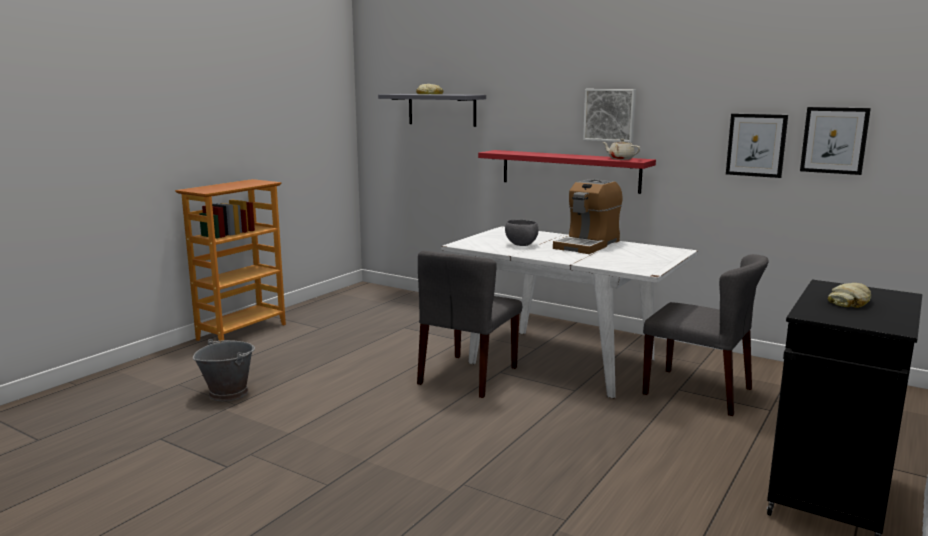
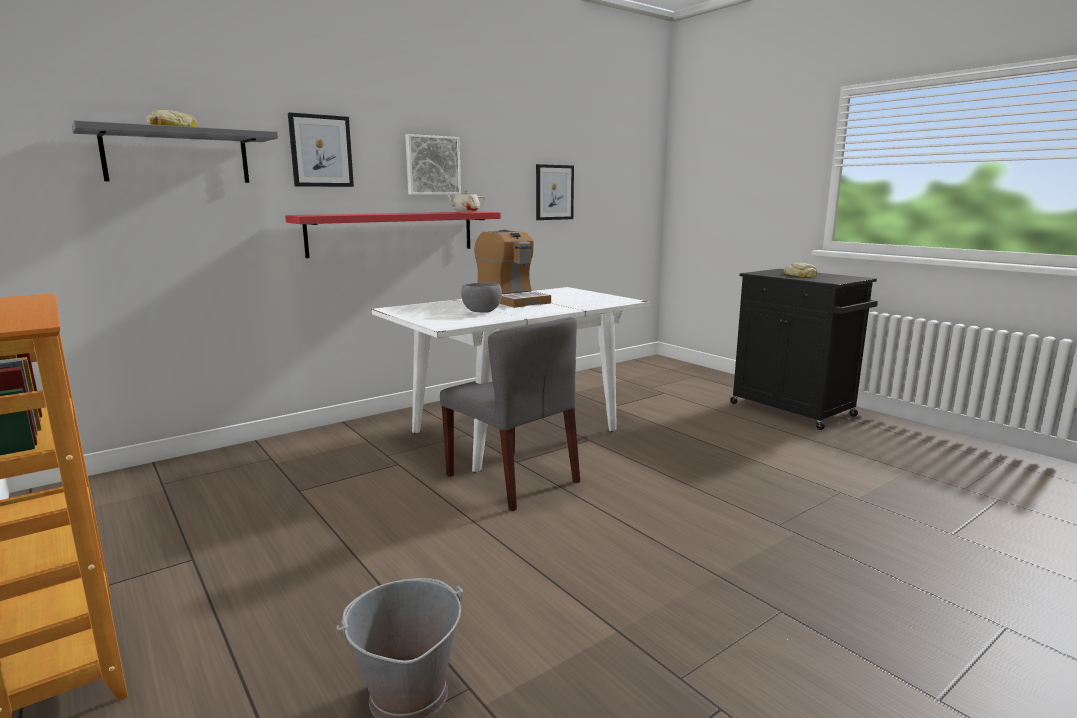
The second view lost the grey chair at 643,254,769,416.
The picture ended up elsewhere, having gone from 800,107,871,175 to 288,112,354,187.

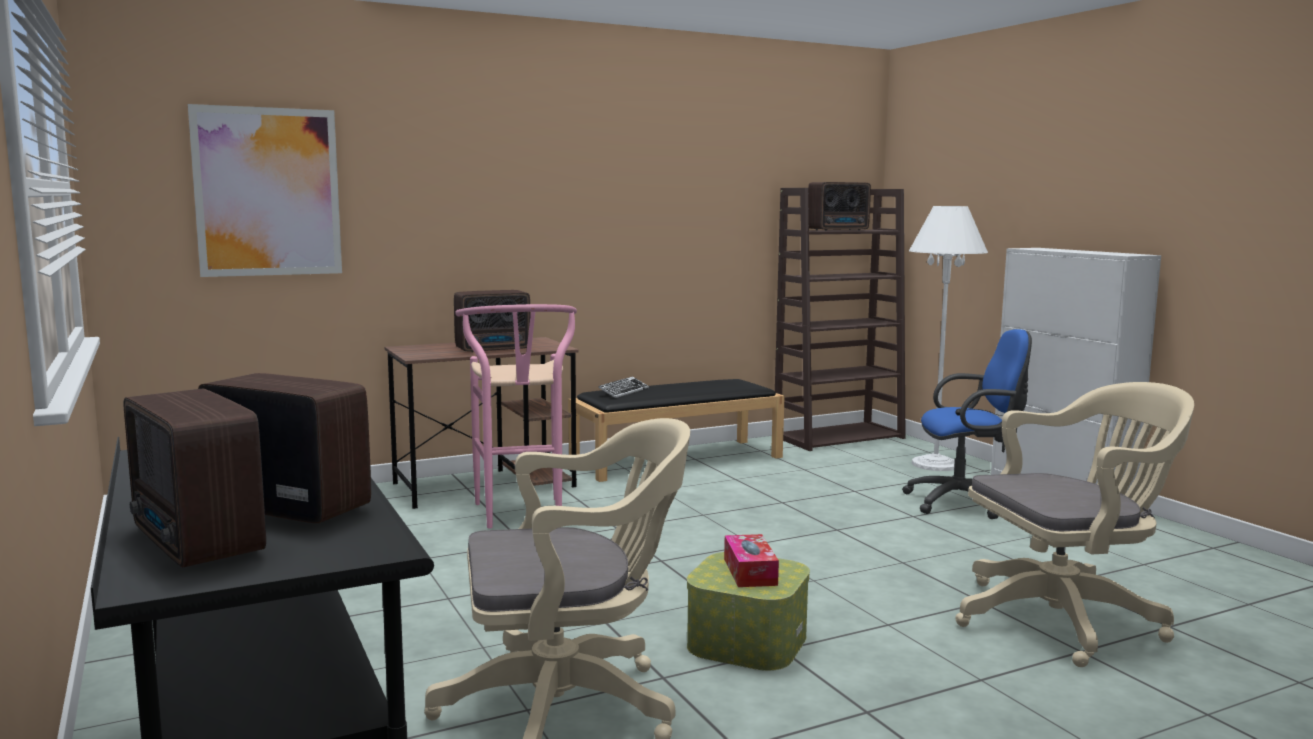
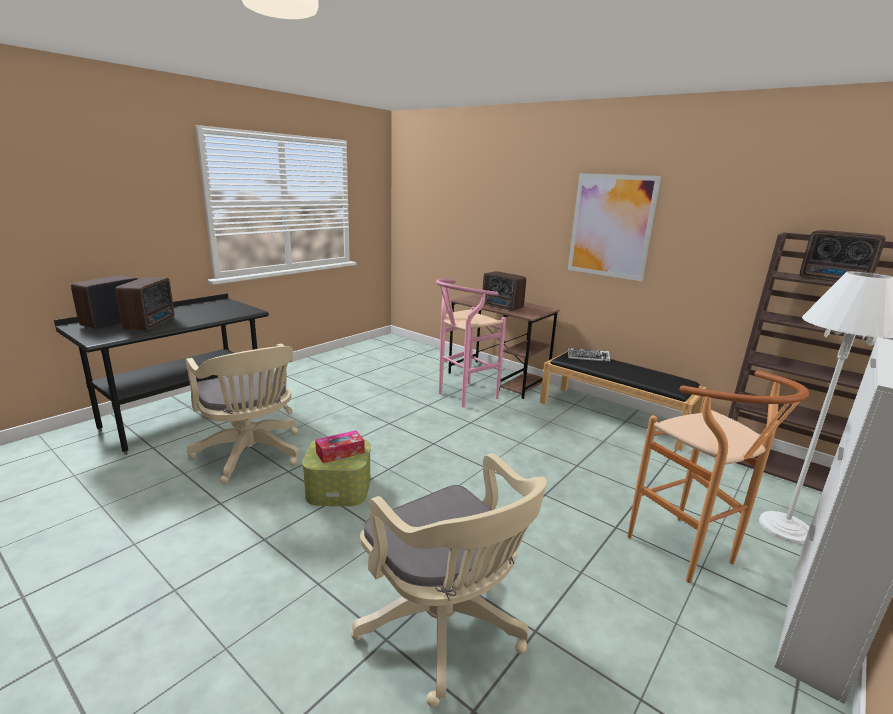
The picture ended up elsewhere, having gone from 188,104,342,277 to 568,173,661,281.
Where the blue office chair stood at 902,329,1032,519, the brown stool came to stand at 627,371,809,583.

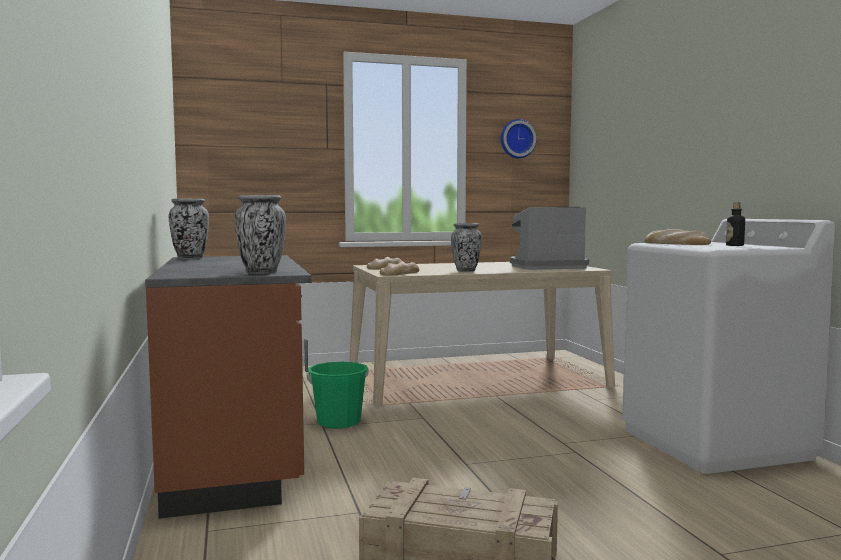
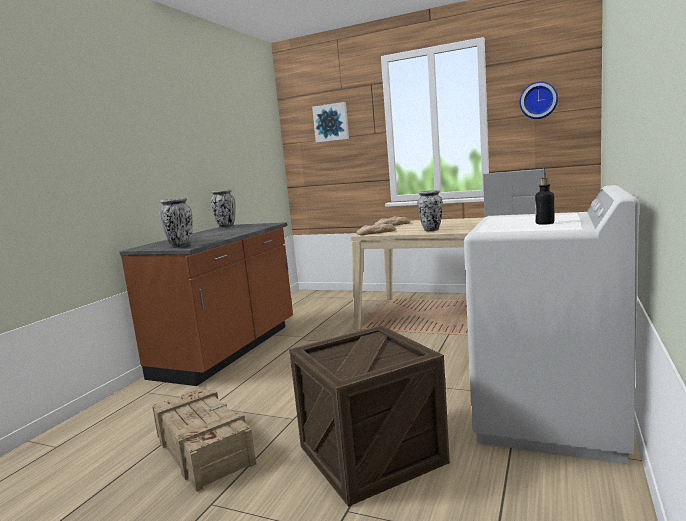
The second view lost the green bucket at 307,362,369,429.
The second view lost the bread at 644,229,711,245.
The second view gained the crate at 289,325,450,507.
The second view gained the picture at 312,102,349,143.

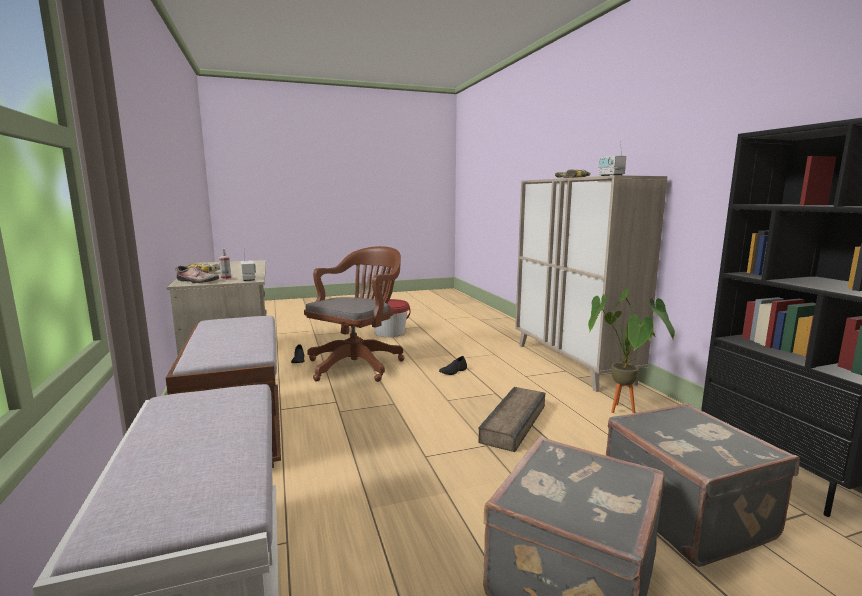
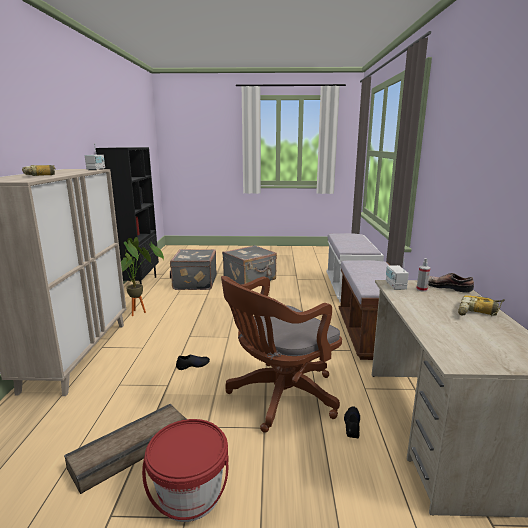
The crate ended up elsewhere, having gone from 479,387,546,452 to 64,404,186,494.

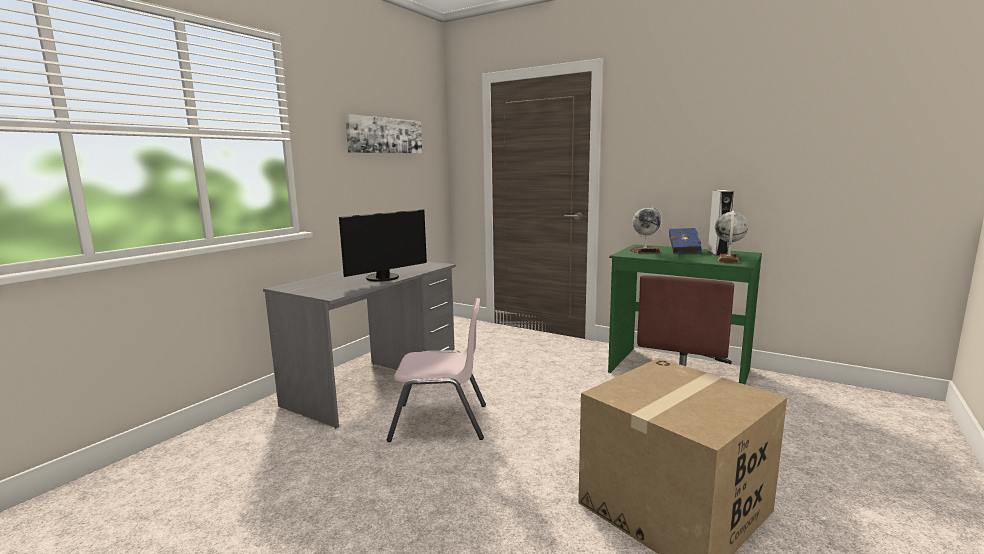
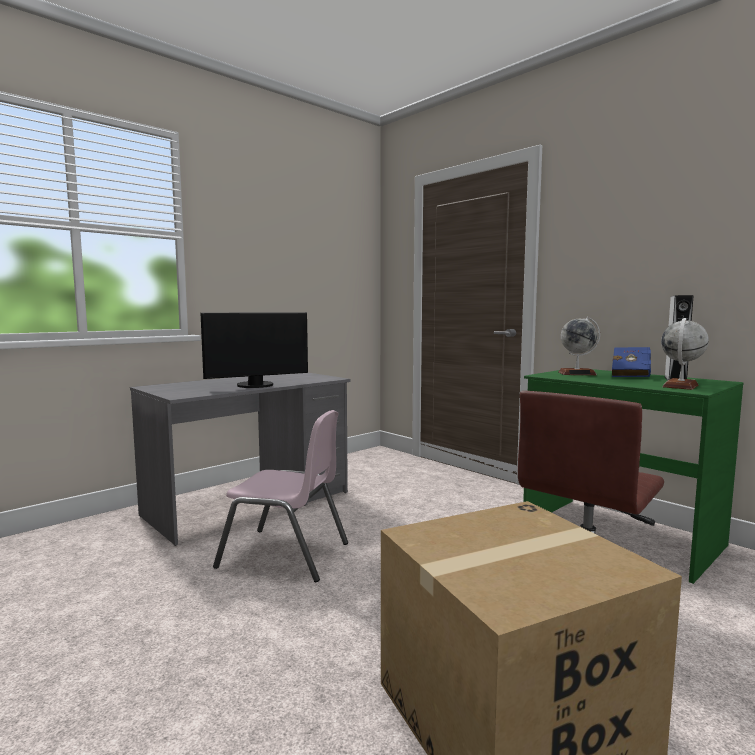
The second view lost the picture at 345,114,422,154.

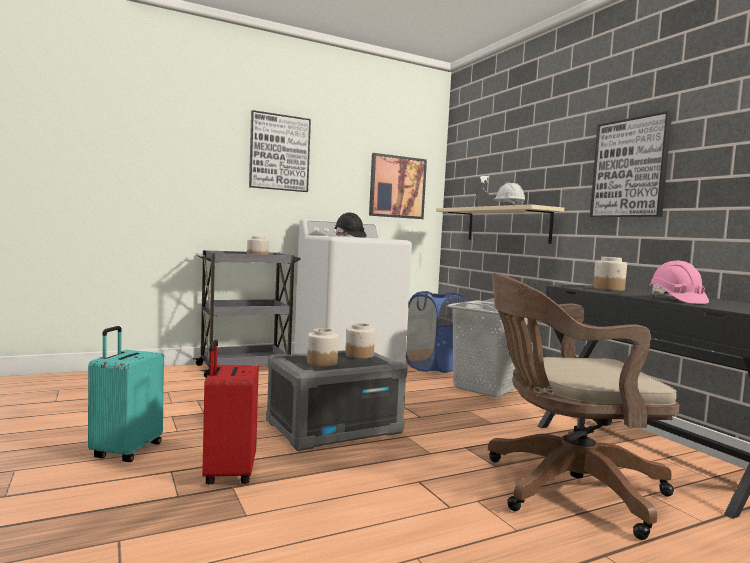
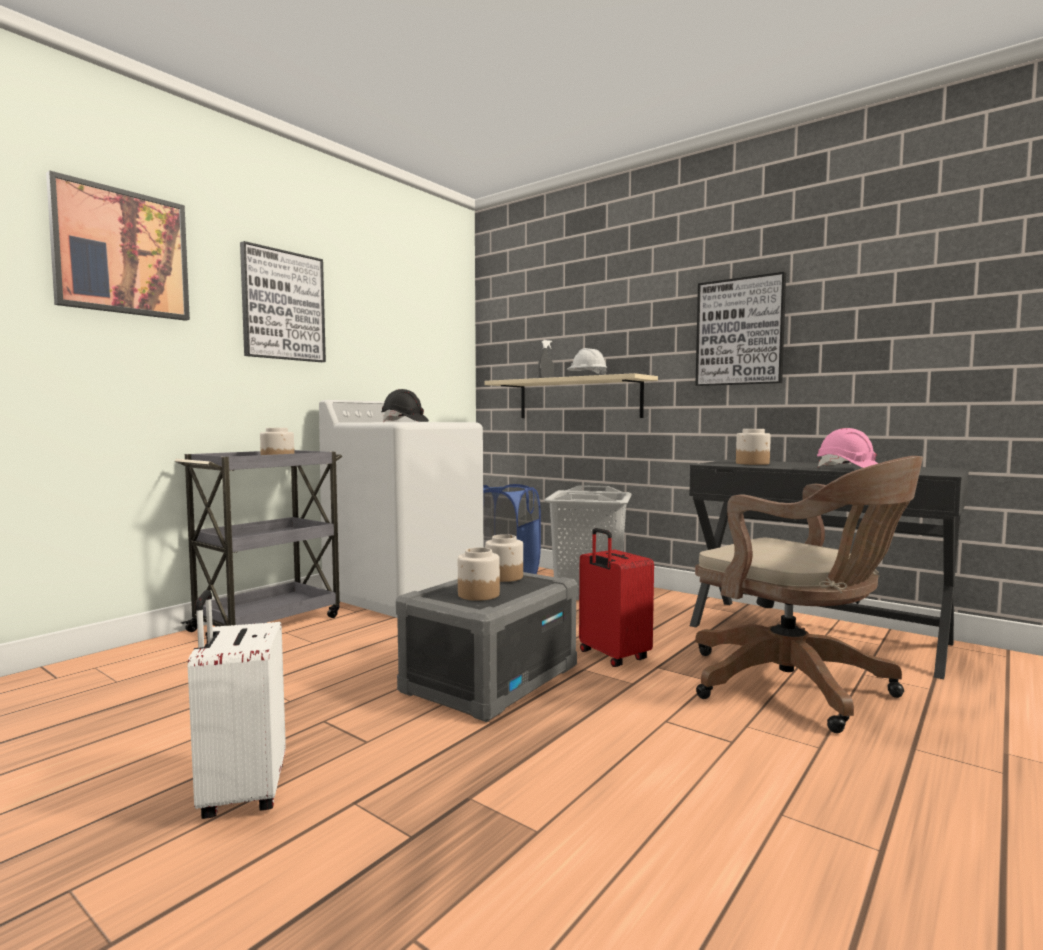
What was the turquoise suitcase at 88,326,164,462 turned into the white suitcase at 188,590,286,819.
The red suitcase ended up elsewhere, having gone from 202,340,259,484 to 579,528,654,667.
The picture ended up elsewhere, having gone from 369,153,427,219 to 46,170,190,321.
The brown office chair at 488,273,679,540 ended up facing another way, 105 degrees counterclockwise from before.

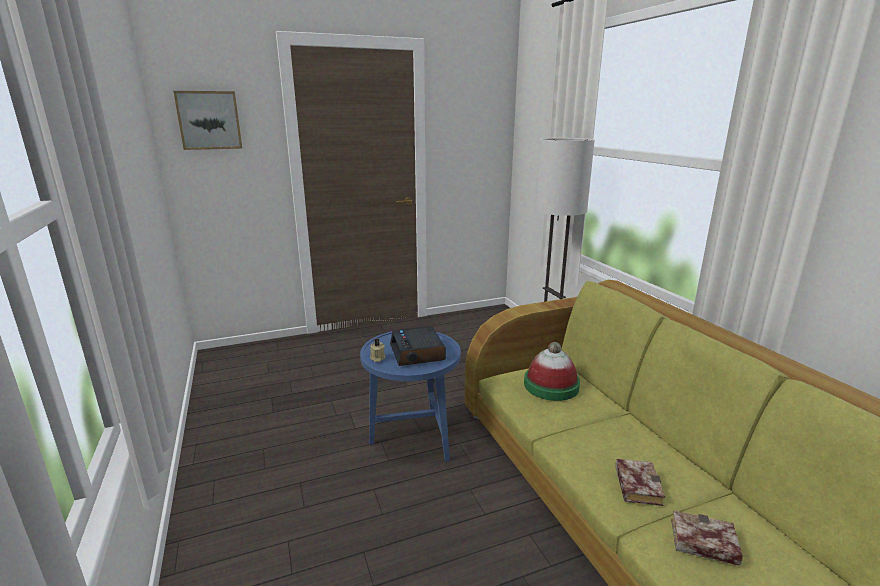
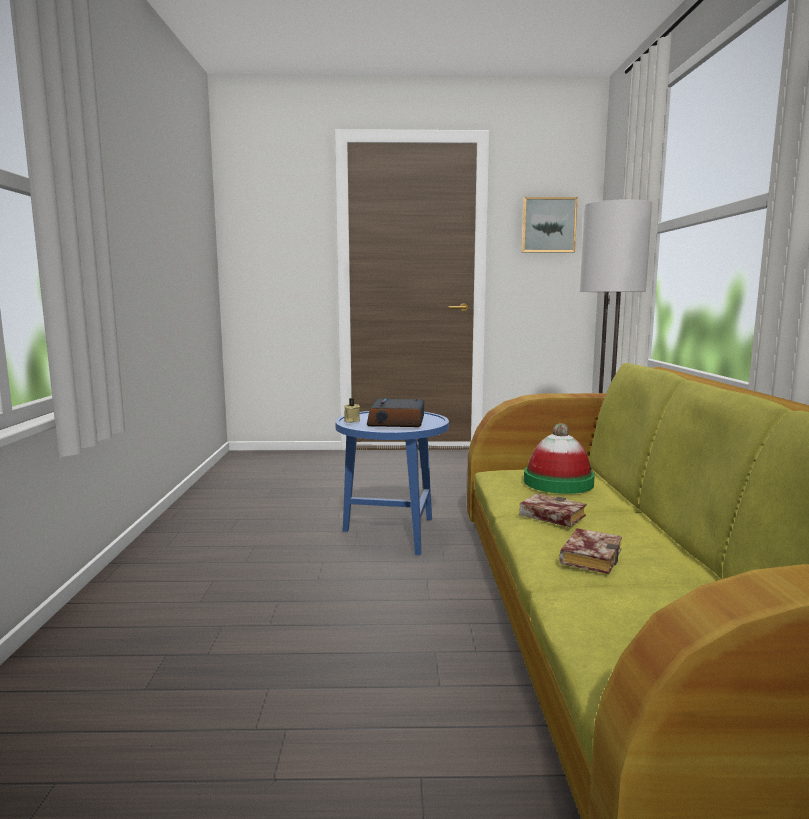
The picture ended up elsewhere, having gone from 173,91,242,150 to 521,197,578,253.
The book ended up elsewhere, having gone from 671,510,743,566 to 519,493,586,527.

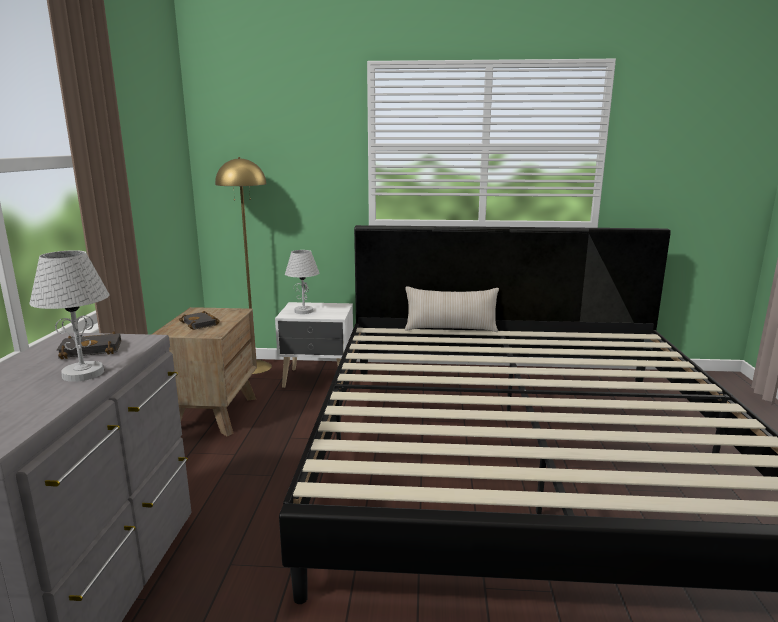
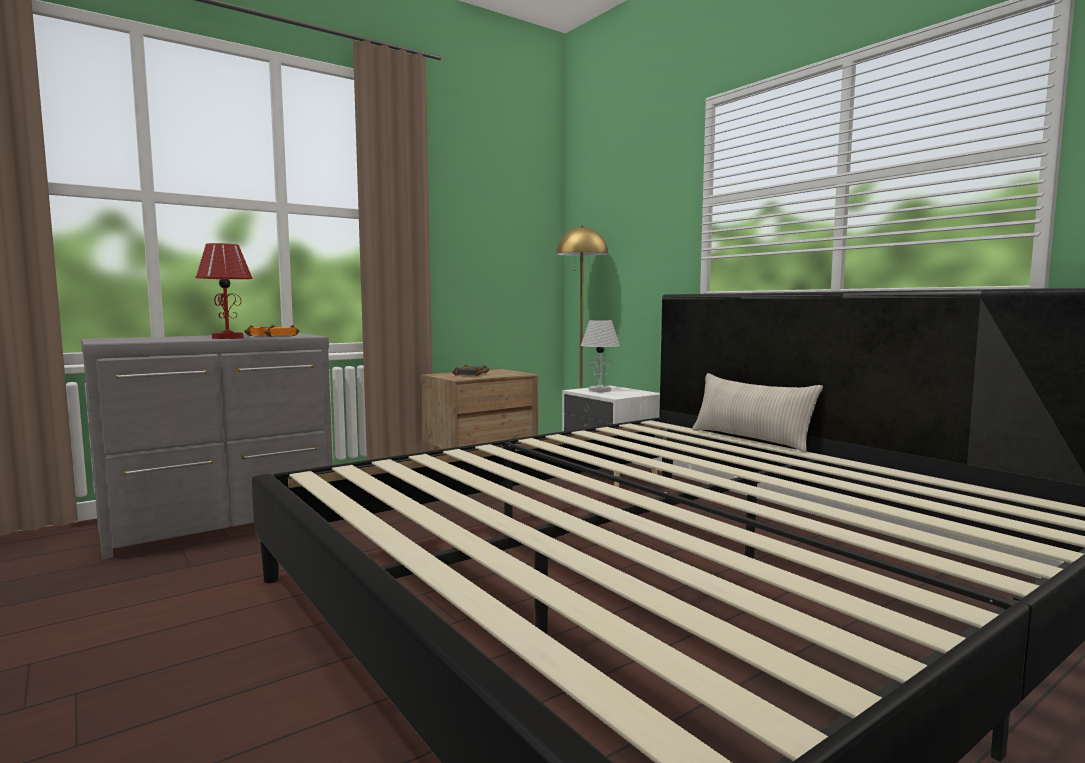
What was the white table lamp at 29,250,110,382 turned into the red table lamp at 195,243,253,339.
What was the black book at 57,331,121,359 turned into the orange book at 244,325,299,337.

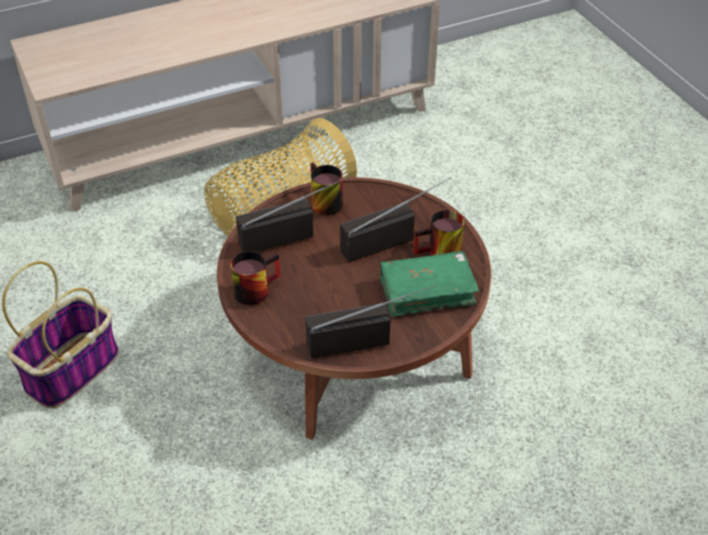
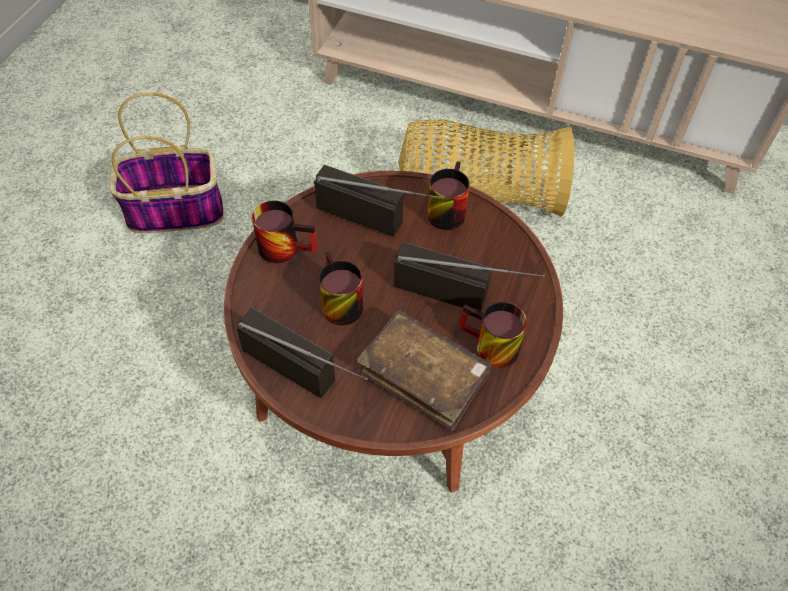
What was the green book at 380,251,479,317 turned into the brown book at 357,310,492,431.
The second view gained the mug at 319,251,363,325.

